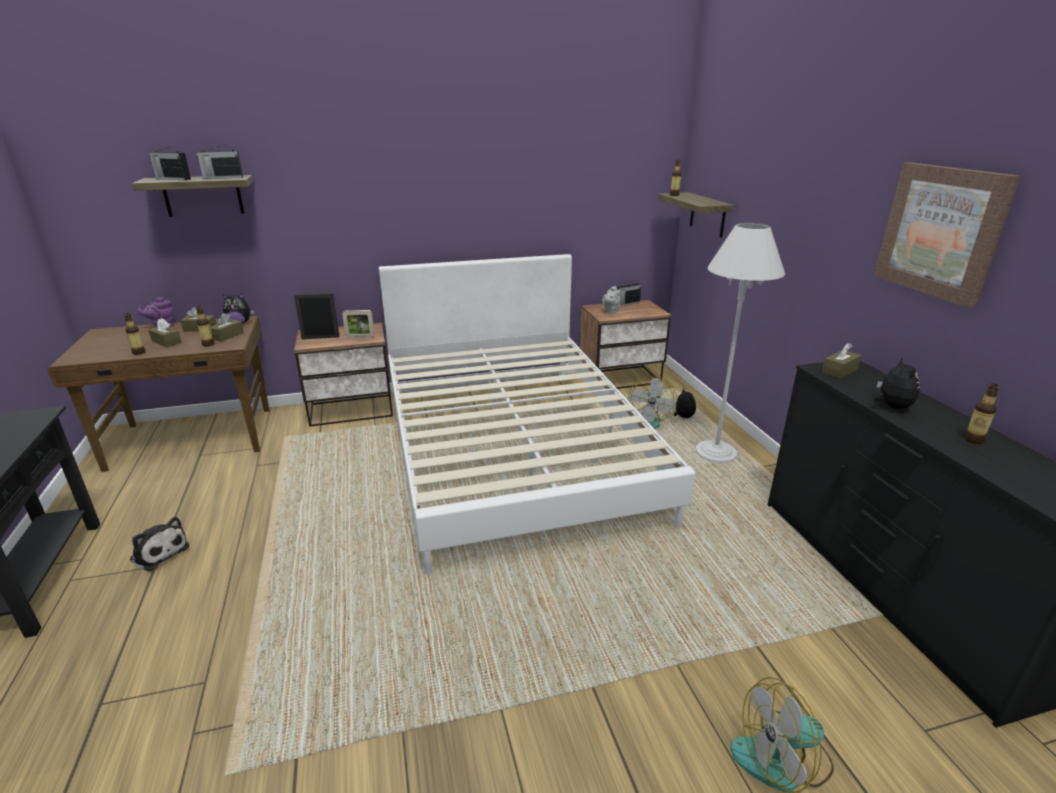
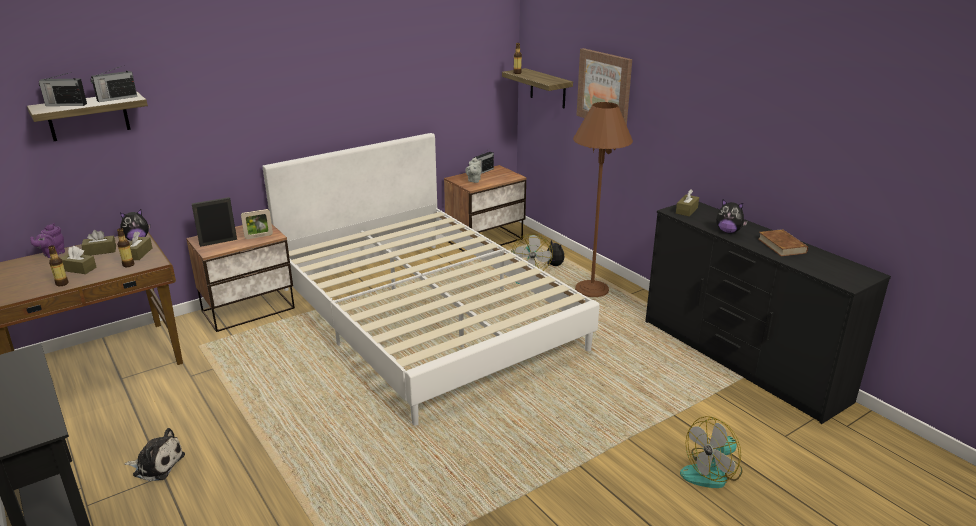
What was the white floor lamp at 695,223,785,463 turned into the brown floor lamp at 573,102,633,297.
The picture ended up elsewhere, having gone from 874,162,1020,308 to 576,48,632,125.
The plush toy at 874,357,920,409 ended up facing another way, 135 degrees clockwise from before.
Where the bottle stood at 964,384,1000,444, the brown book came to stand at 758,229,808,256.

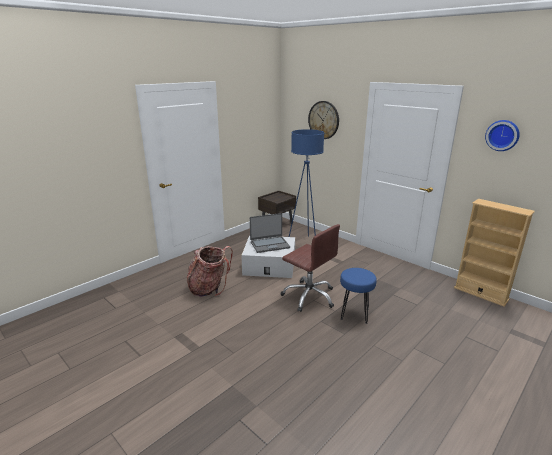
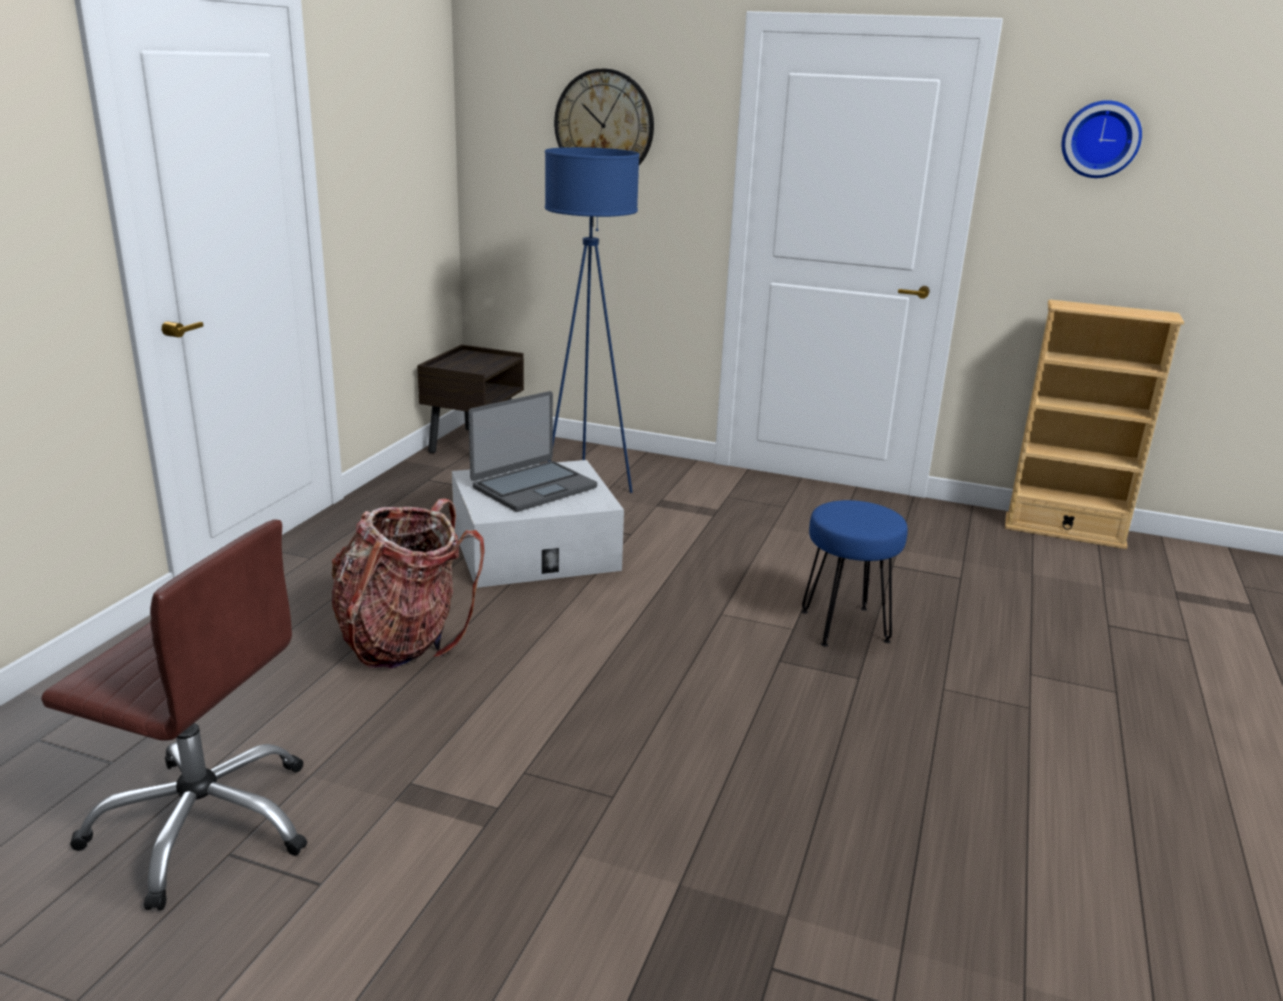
The brown office chair ended up elsewhere, having gone from 281,224,340,312 to 41,519,307,910.

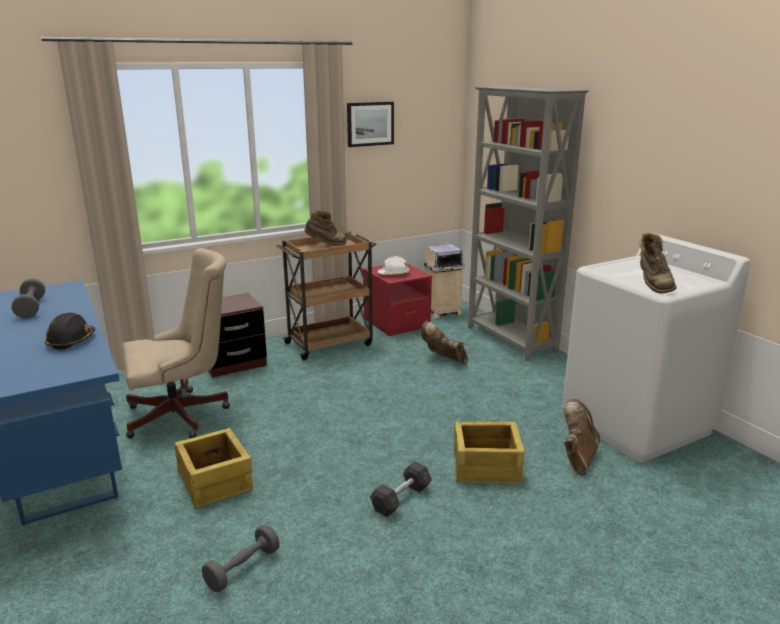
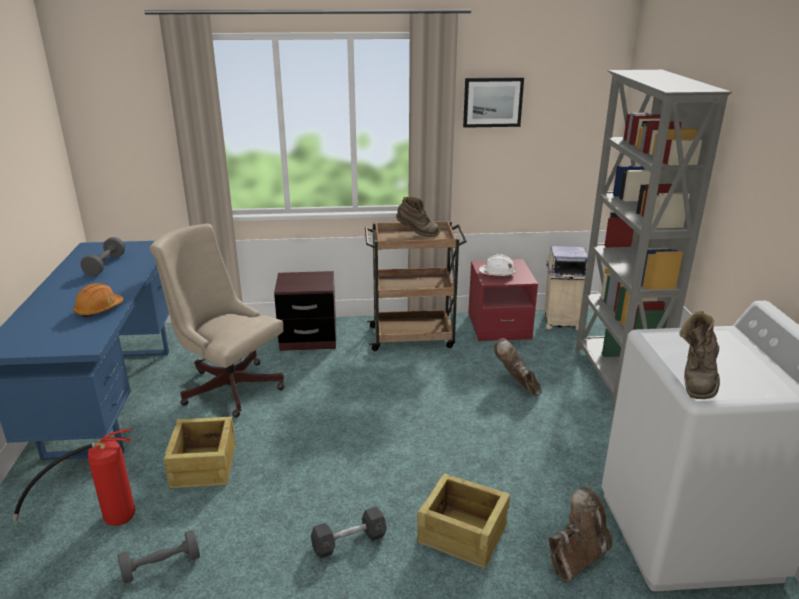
What was the black hard hat at 45,312,95,350 turned into the orange hard hat at 73,283,124,317.
The beige office chair at 122,248,230,438 ended up facing another way, 150 degrees counterclockwise from before.
The second view gained the fire extinguisher at 13,429,135,526.

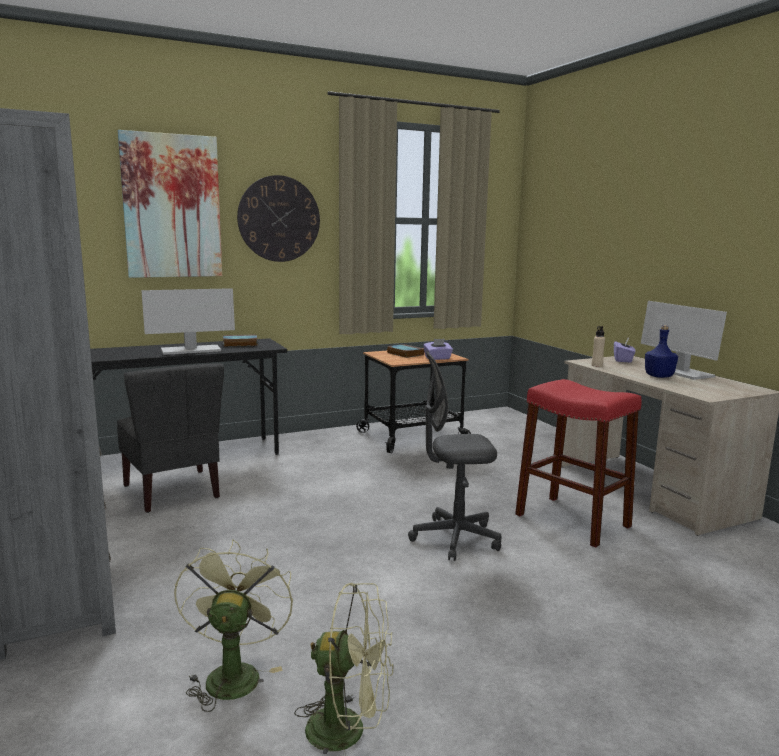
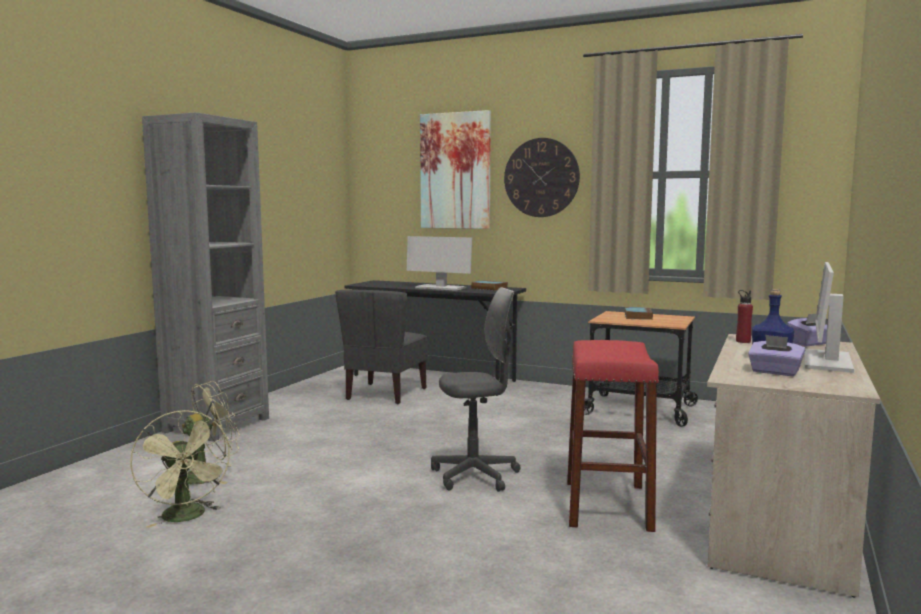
The grey office chair at 408,351,501,561 ended up facing another way, 120 degrees clockwise from before.
The purple tissue box ended up elsewhere, having gone from 423,339,453,360 to 748,335,805,376.
What was the beige bottle at 592,326,605,367 turned into the red bottle at 736,290,753,343.

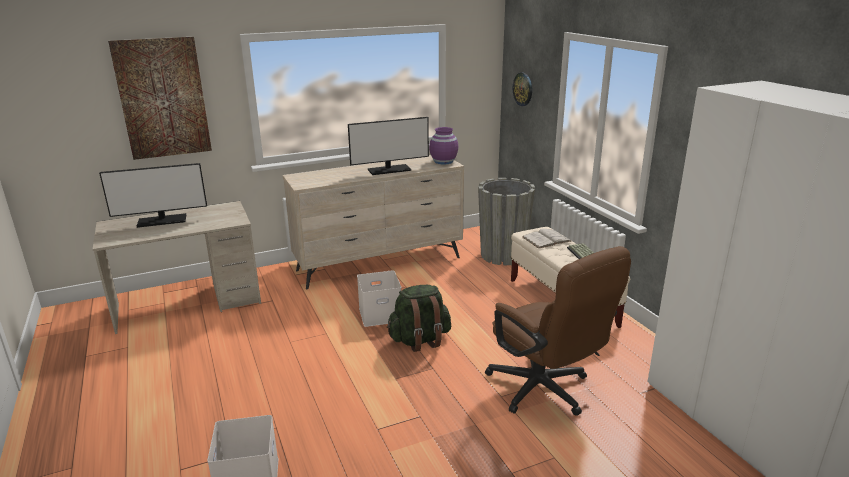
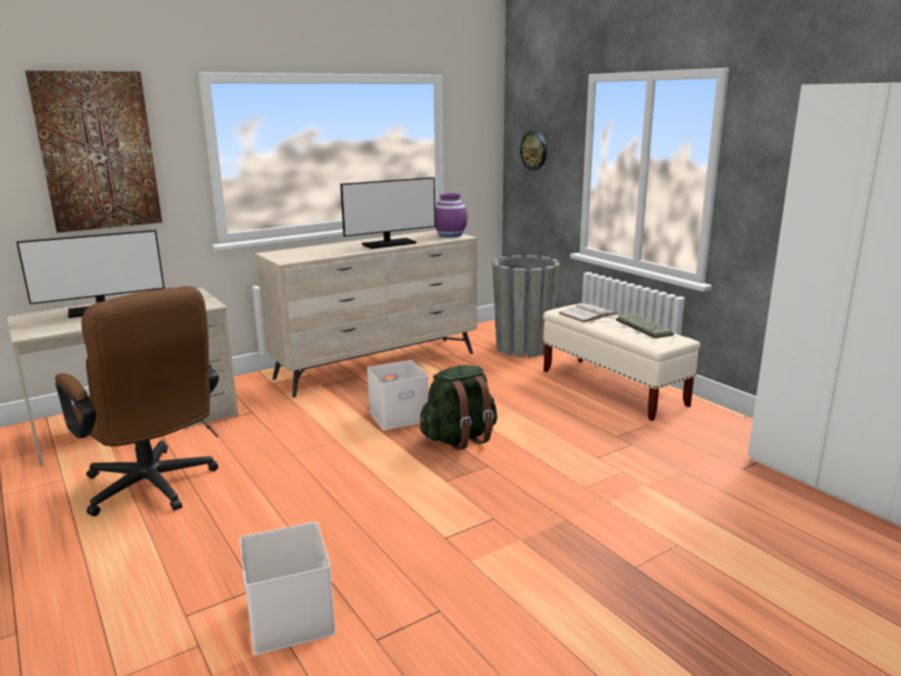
The brown office chair ended up elsewhere, having gone from 485,246,631,416 to 55,286,219,516.

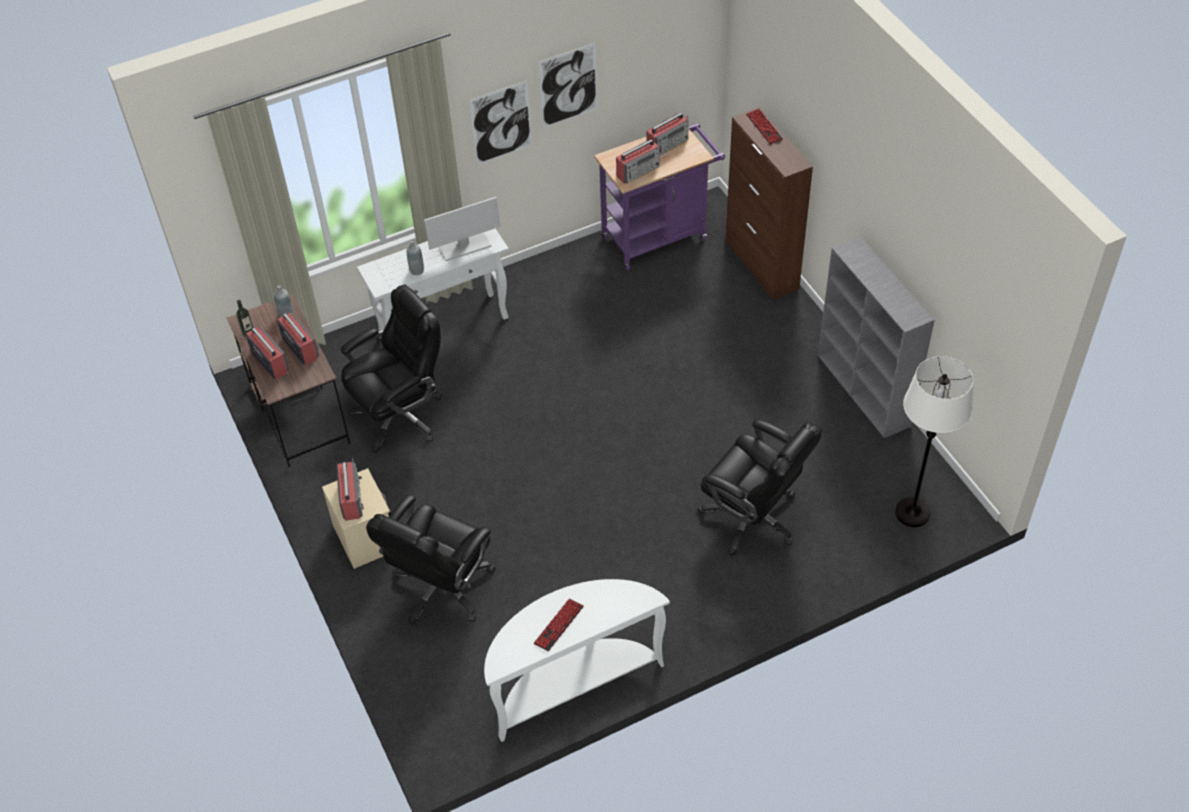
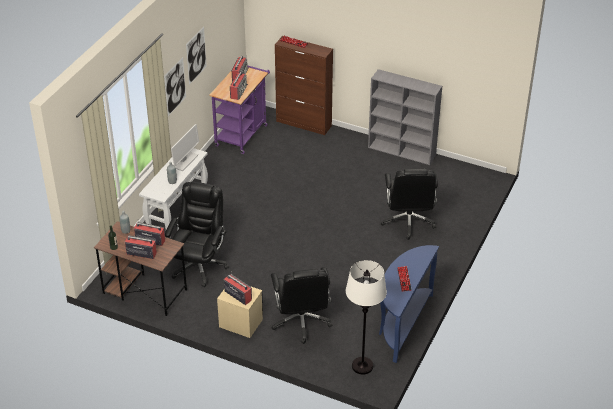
What was the white console table at 484,579,670,742 turned into the blue console table at 379,245,439,363.
The black office chair at 697,419,822,556 ended up facing another way, 90 degrees clockwise from before.
The white floor lamp ended up elsewhere, having gone from 895,356,973,527 to 346,260,387,375.

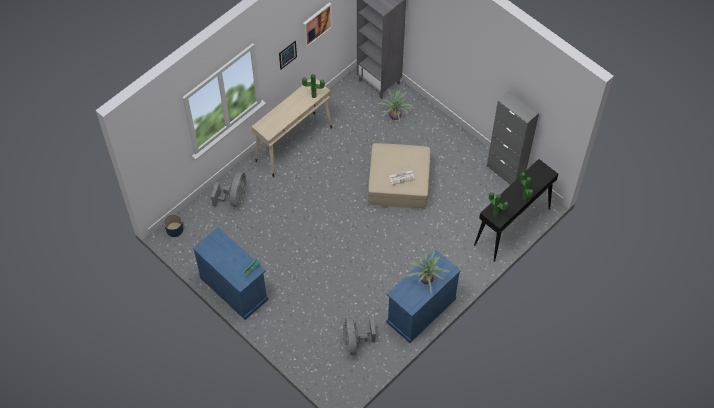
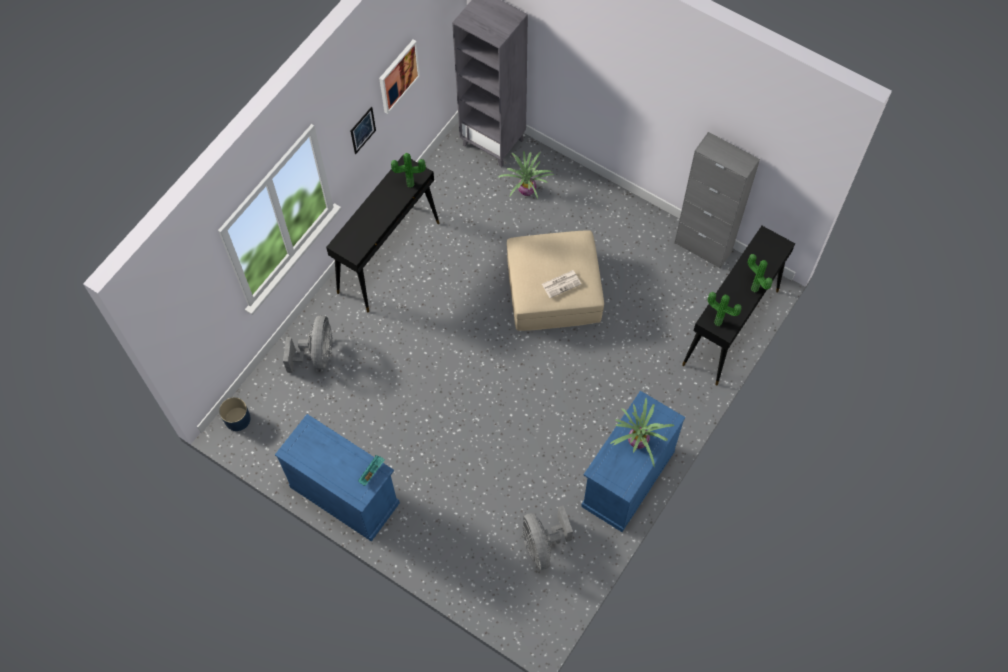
What was the beige console table at 251,79,332,177 turned into the black console table at 326,155,439,312.

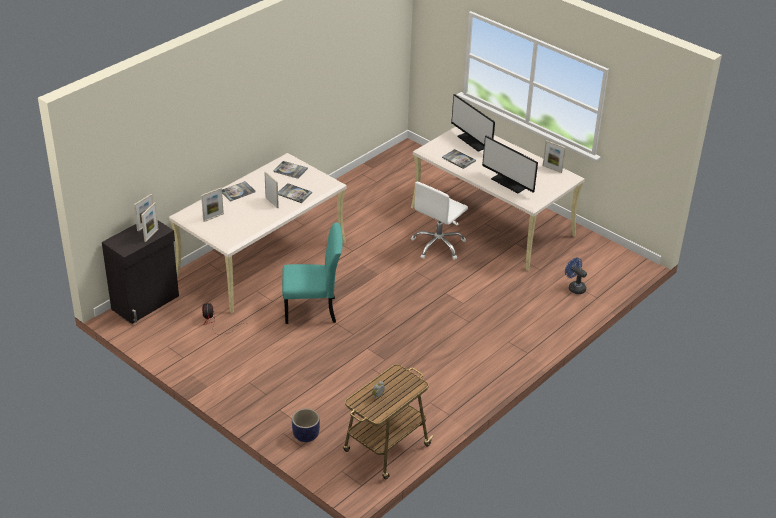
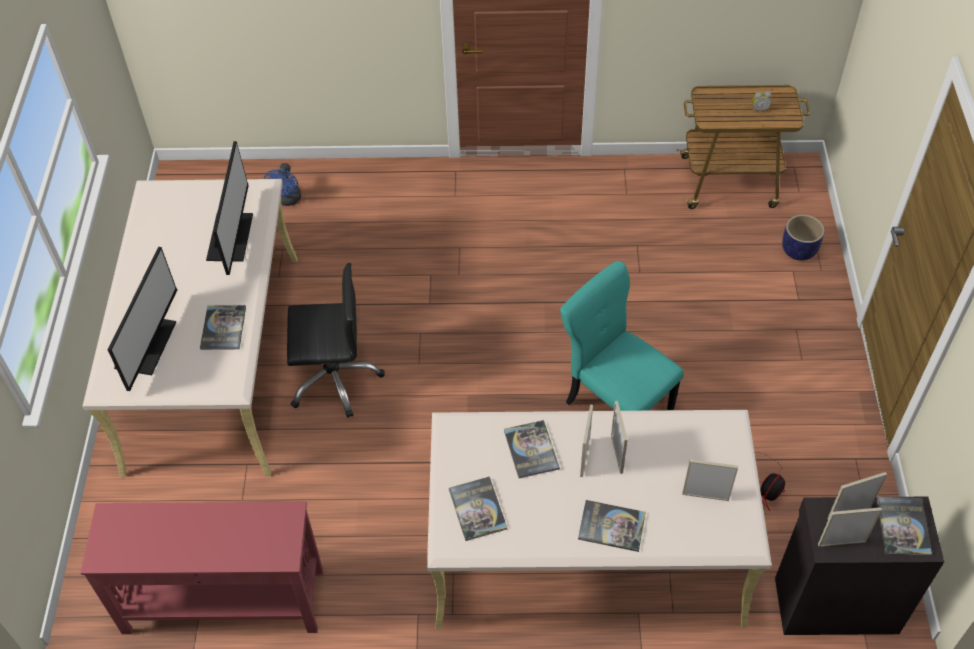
What was the white office chair at 411,182,468,260 turned into the black office chair at 287,263,385,418.
The picture frame ended up elsewhere, having gone from 543,140,565,173 to 611,401,628,474.
The second view gained the red console table at 80,502,323,634.
The second view gained the book at 877,497,932,556.

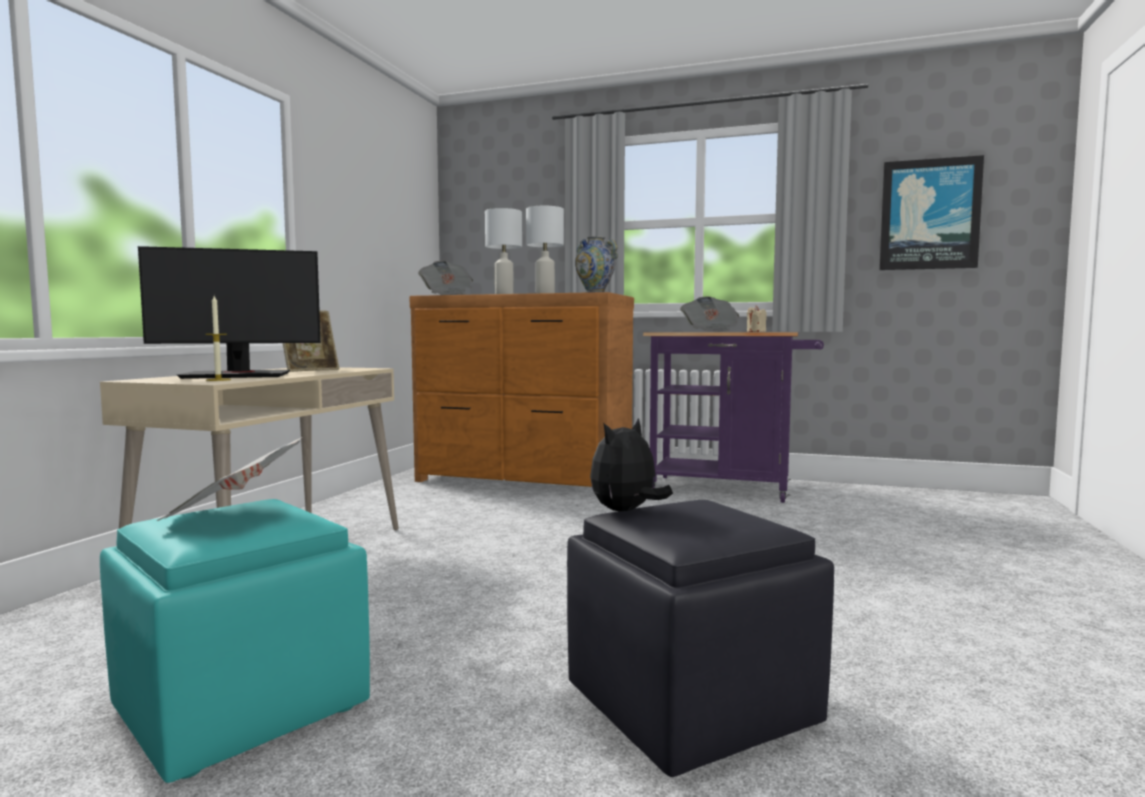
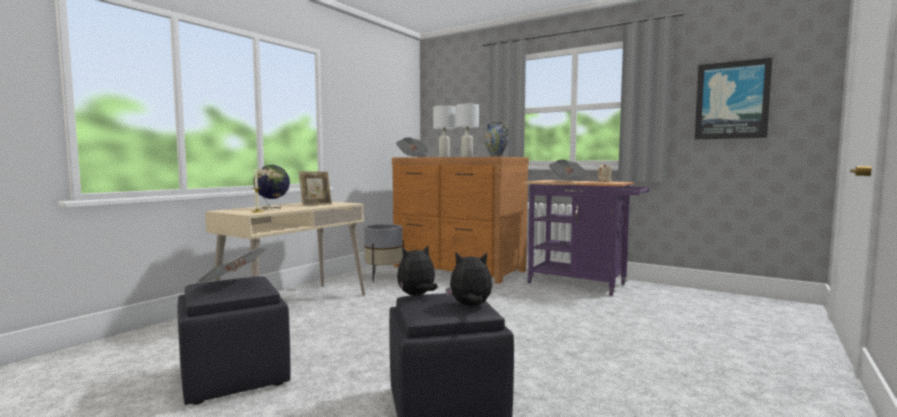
What was the turquoise ottoman at 100,499,370,783 turned into the black ottoman at 178,276,291,405.
Where the monitor stood at 138,246,321,379, the globe came to stand at 253,165,290,208.
The second view gained the grey planter at 364,224,404,282.
The second view gained the plush toy at 446,253,492,306.

